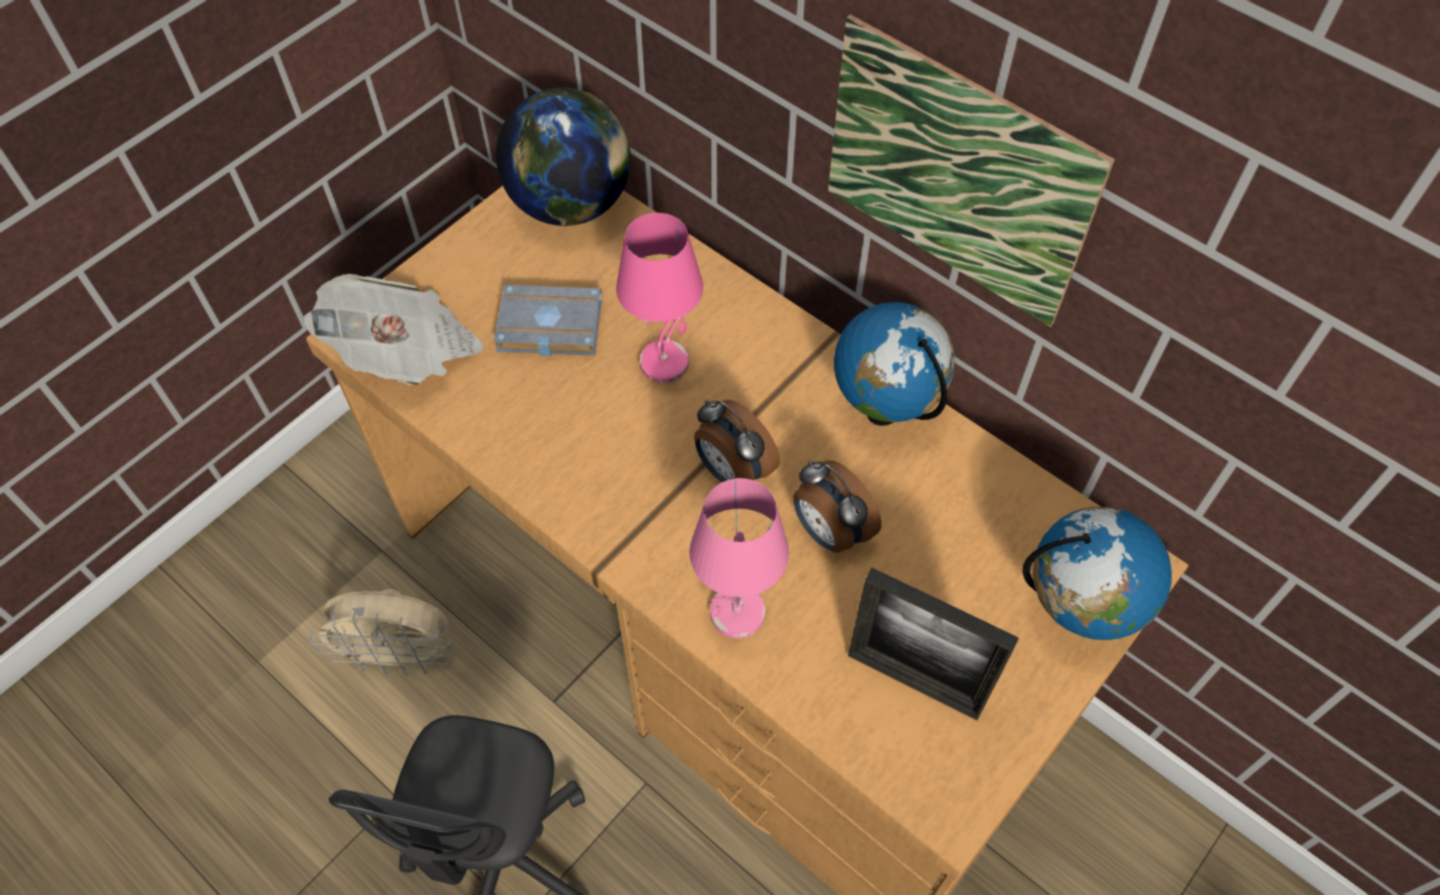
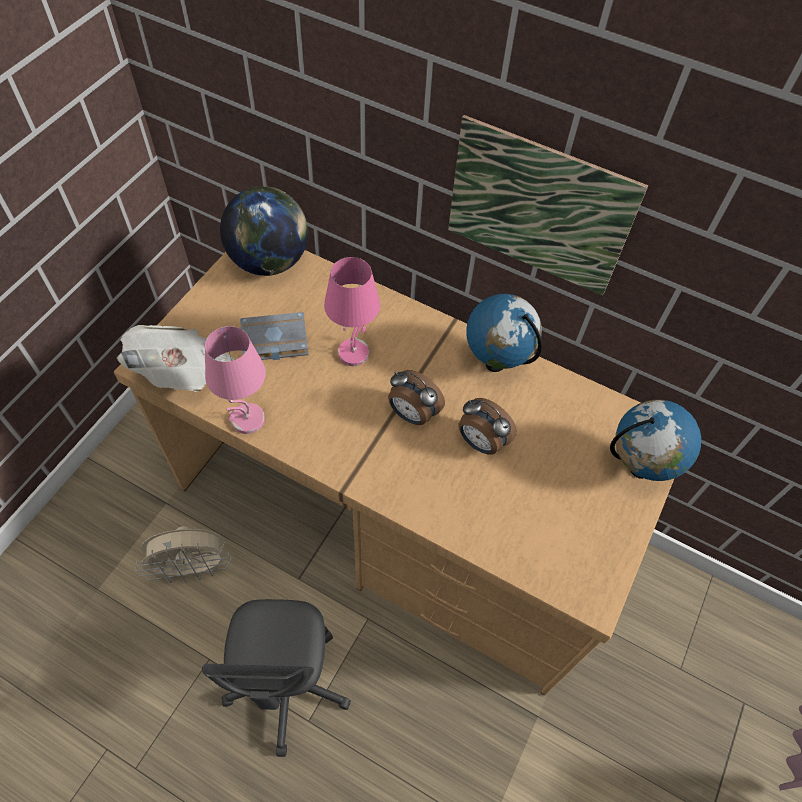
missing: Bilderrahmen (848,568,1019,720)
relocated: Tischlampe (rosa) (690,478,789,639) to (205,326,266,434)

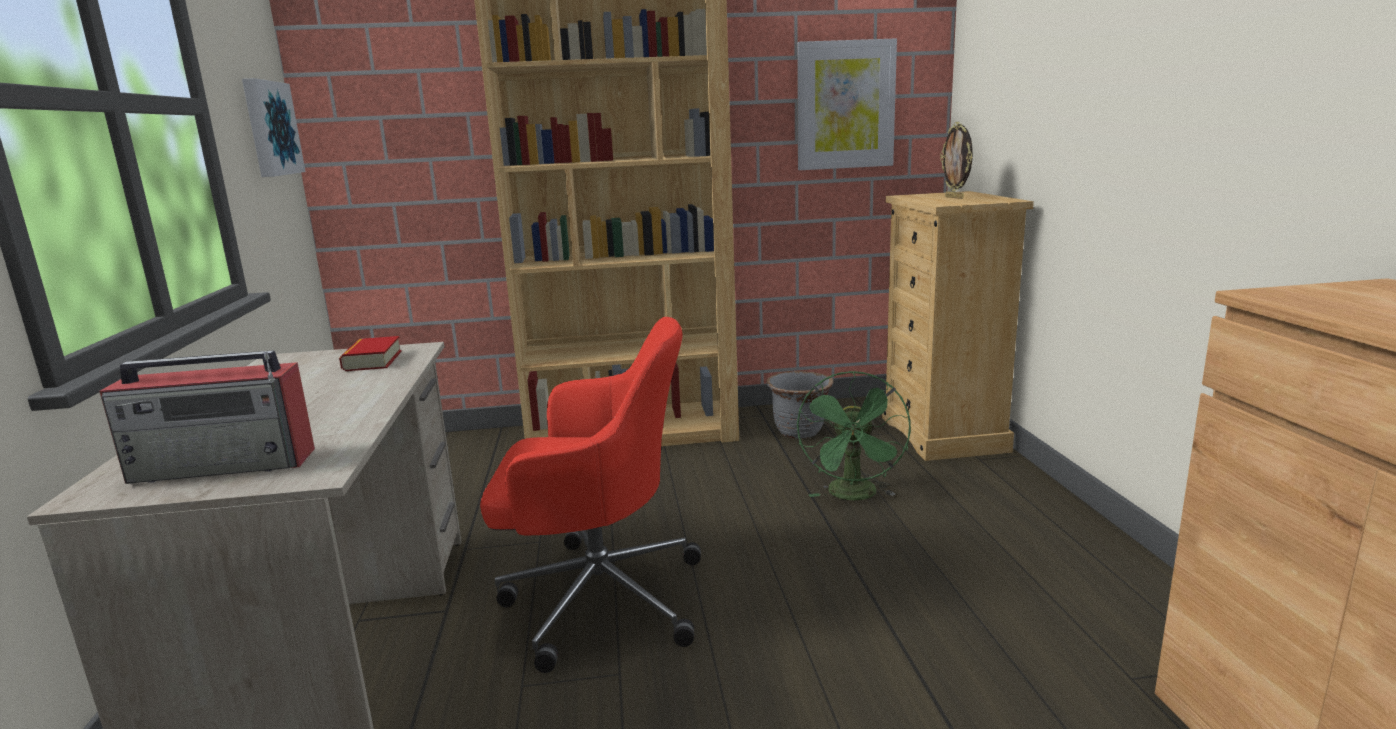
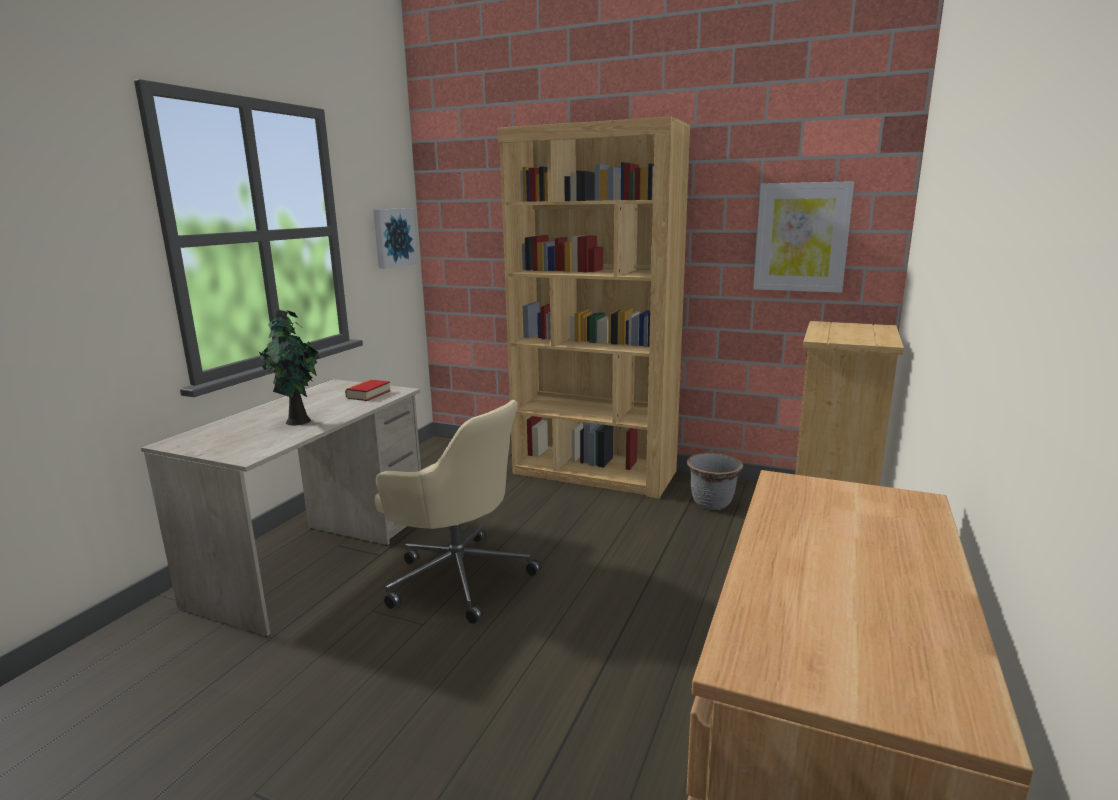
missing: Radio (99,350,315,484); Ventilator (grün) (797,371,911,500); Bilderrahmen (940,122,973,199)
appeared: Topfpflanze (258,309,320,425)
colour: Bürostuhl (rot) (480,317,701,673) to Bürostuhl (beige) (375,400,541,624)

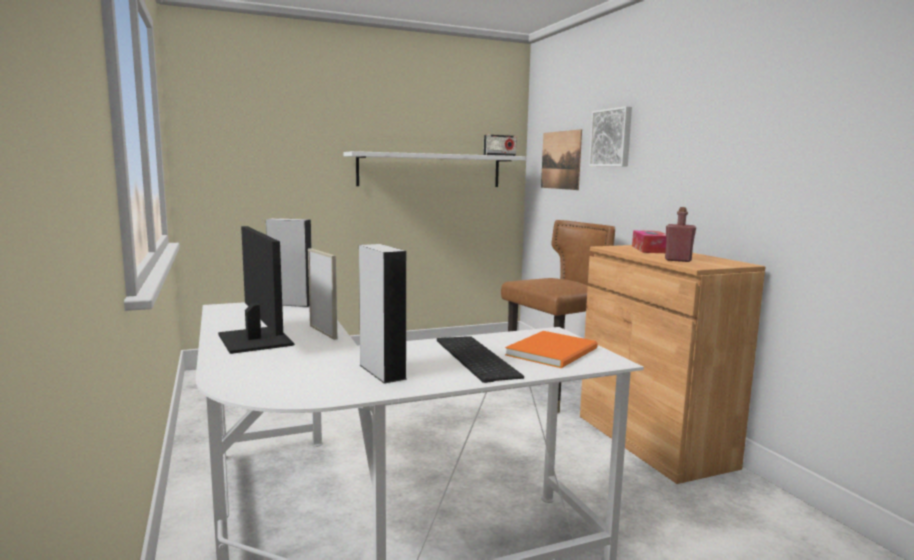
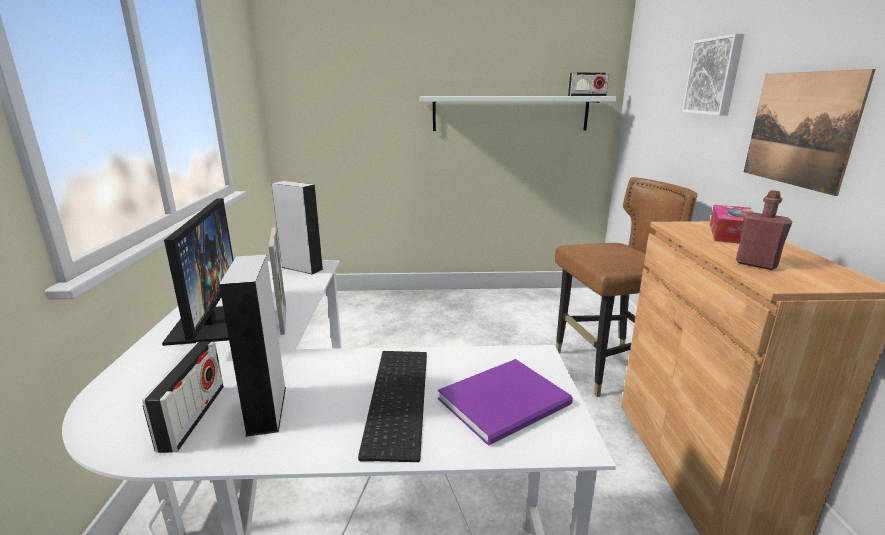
appeared: Radio (142,342,224,453)
relocated: Bild (541,129,582,190) to (744,69,876,196)
colour: Buch (orange) (505,331,598,368) to Buch (lila) (438,359,573,446)

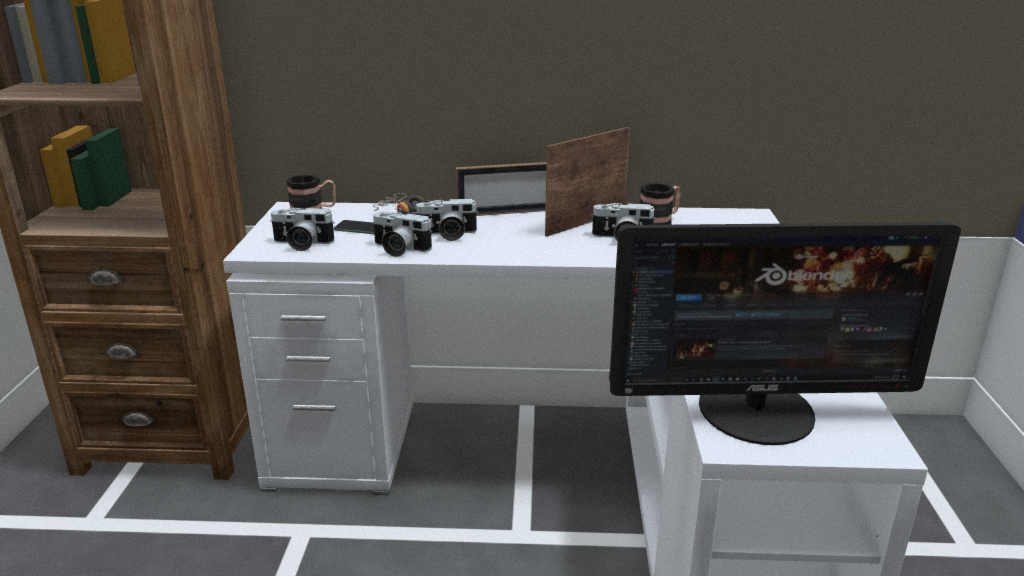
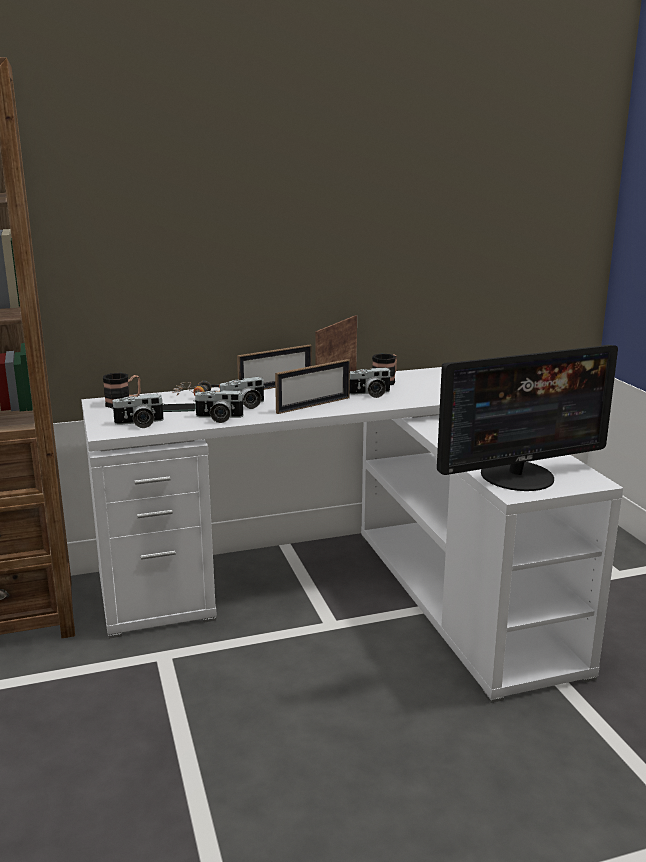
appeared: Bilderrahmen (275,359,350,414)

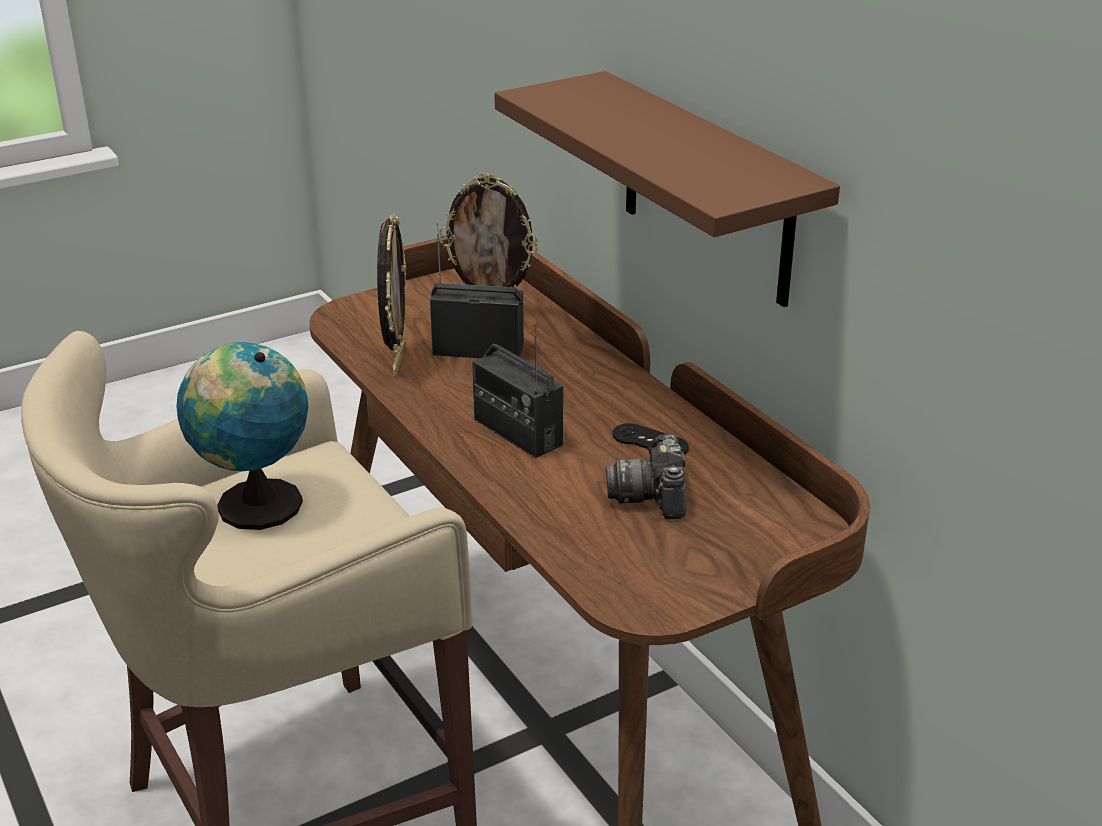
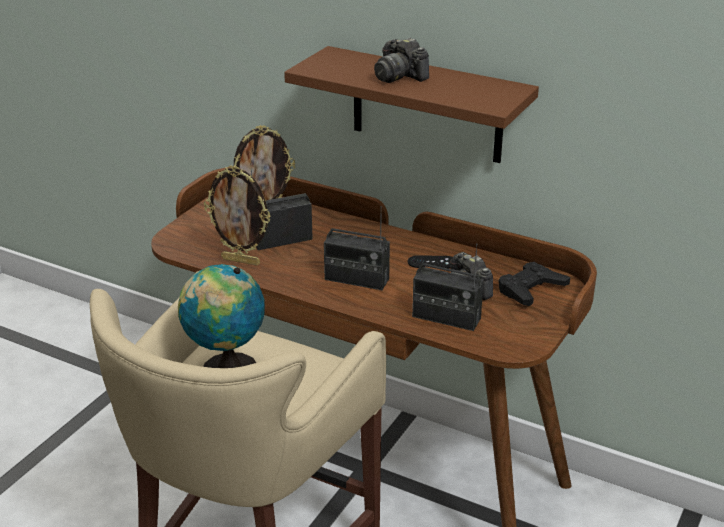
appeared: Kamera (374,37,429,83); Radio (412,243,484,331); Gamepad (schwarz) (498,262,570,306)
spun: Bilderrahmen (377,213,406,377) = (204,165,271,266) 135 degrees clockwise

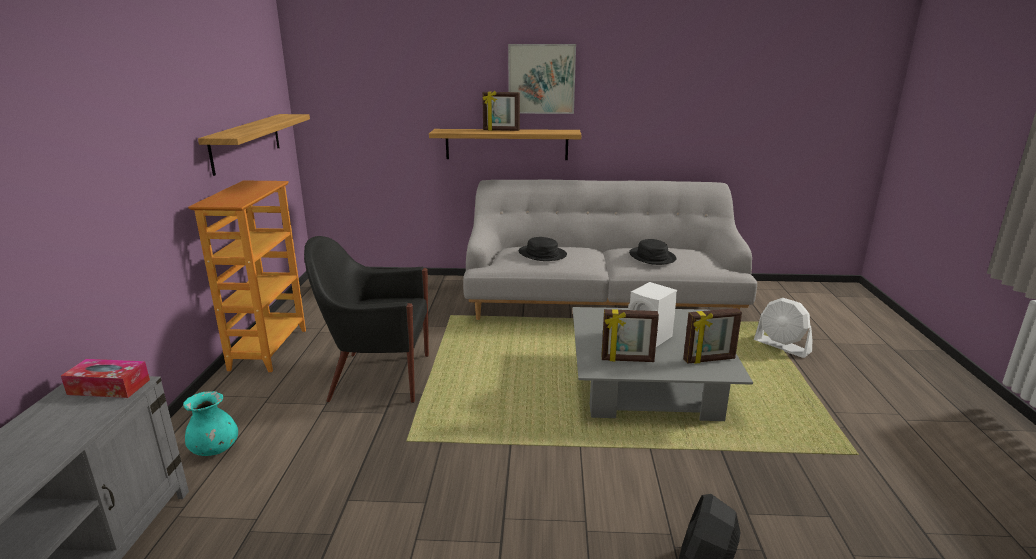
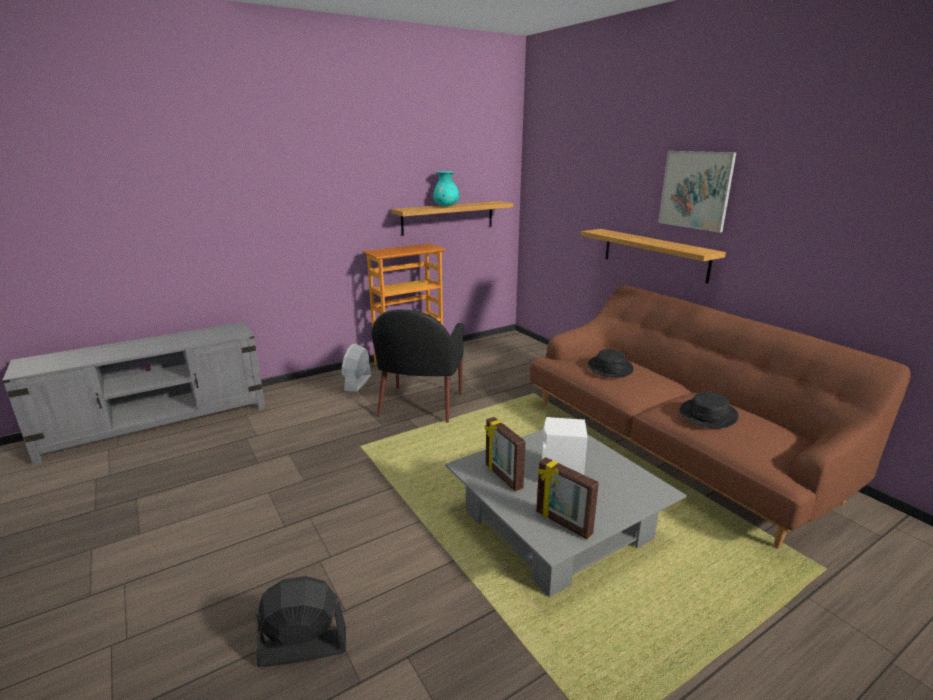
missing: Taschentuchbox (61,359,150,398); Bilderrahmen (482,91,520,131)
relocated: Vase (türkis) (183,391,238,456) to (433,171,459,206); Ventilator (weiß) (754,298,812,358) to (342,343,371,392)
colour: Sofa (grau) (463,180,757,320) to Sofa (braun) (530,285,910,549)
spun: Sessel (schwarz) (304,236,429,403) = (371,309,464,423) 135 degrees counterclockwise

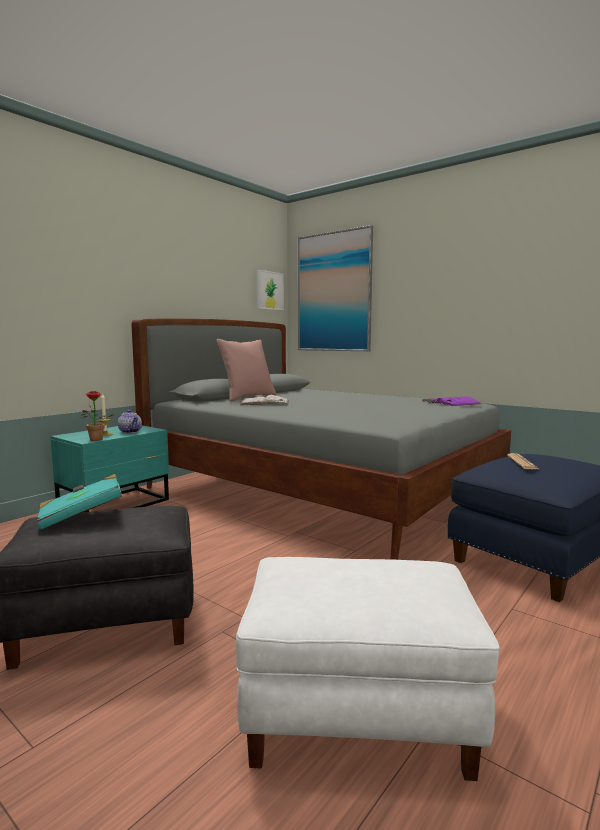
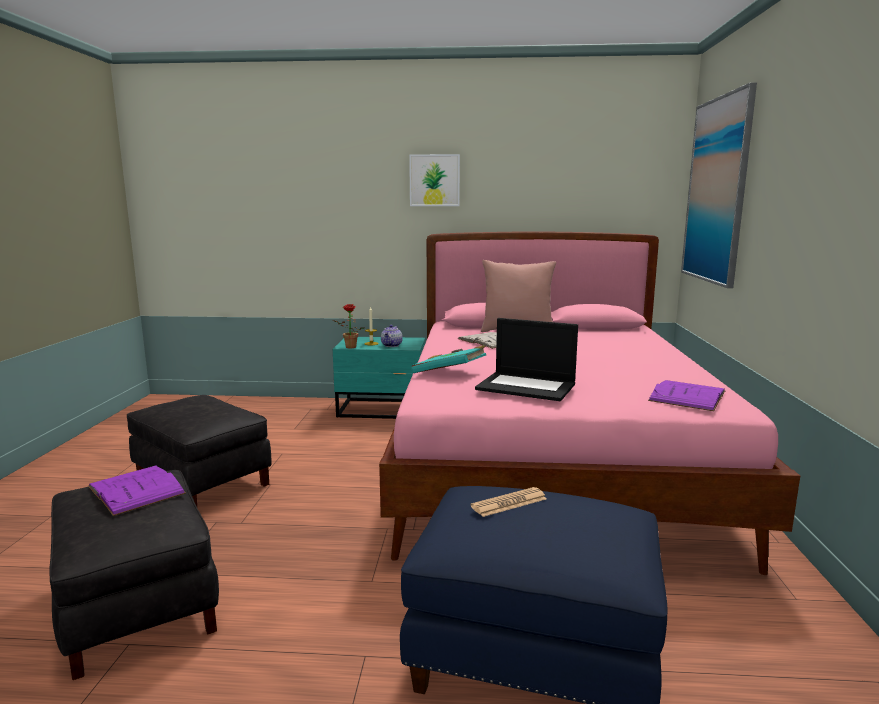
appeared: Buch (lila) (88,465,186,516); Laptop (475,318,578,401)
relocated: Buch (türkis) (37,474,122,530) to (412,345,486,373); Bild (256,270,284,310) to (409,154,460,206)
colour: Bett (grau) (131,318,511,560) to Bett (rosa) (379,231,800,575); Polsterhocker (weiß) (236,557,500,781) to Polsterhocker (schwarz) (49,470,219,680)

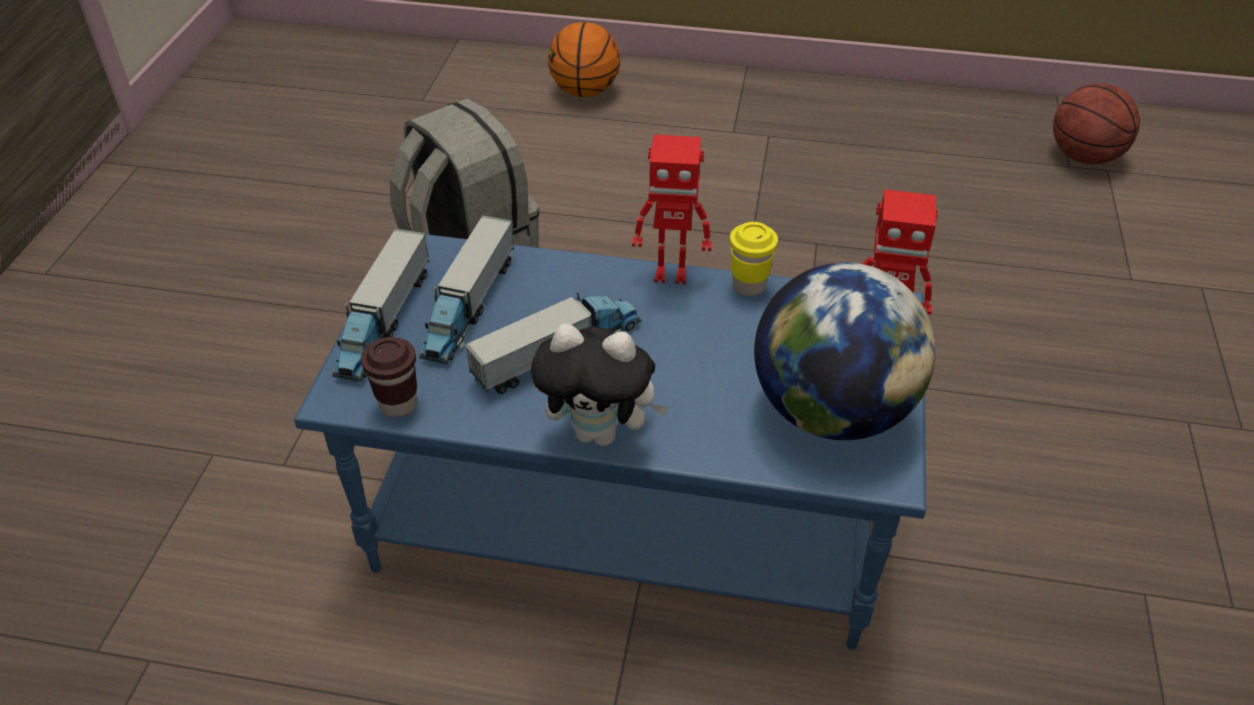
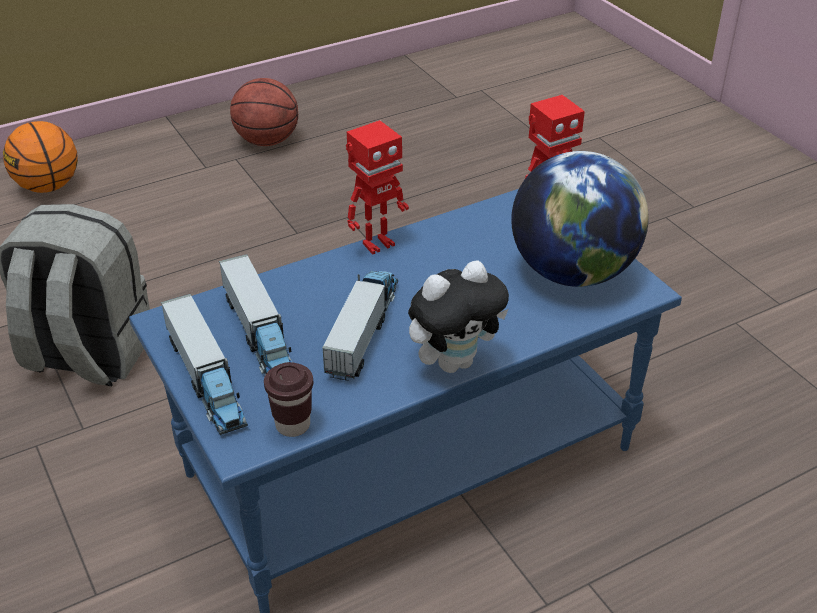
missing: Tasse (gelb) (730,222,778,296)
relocated: Basketball (1053,83,1140,165) to (230,78,298,146)

